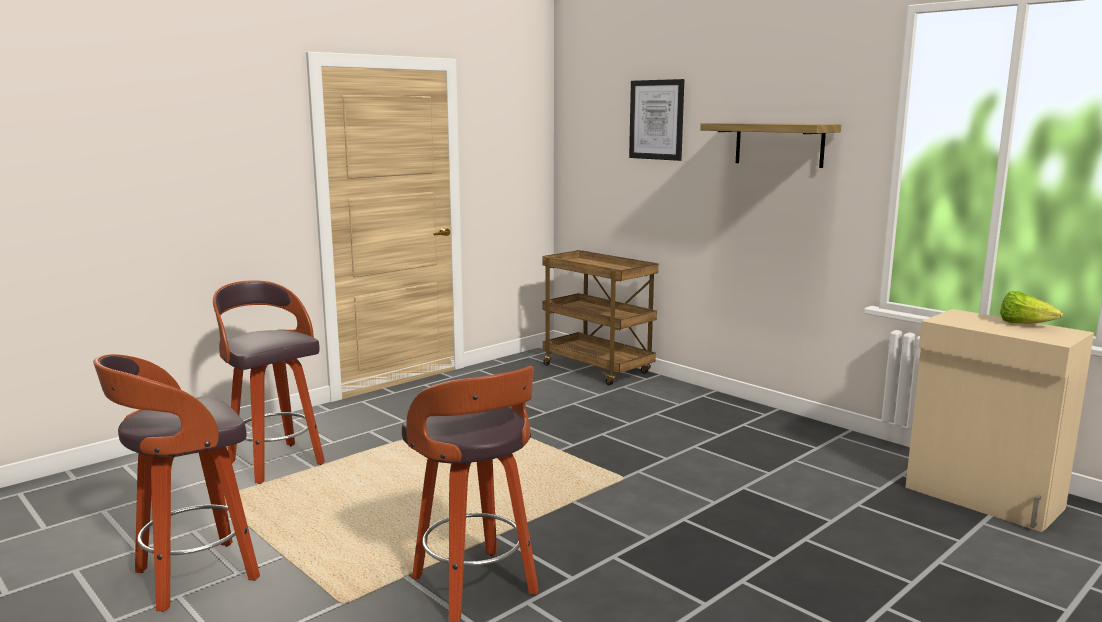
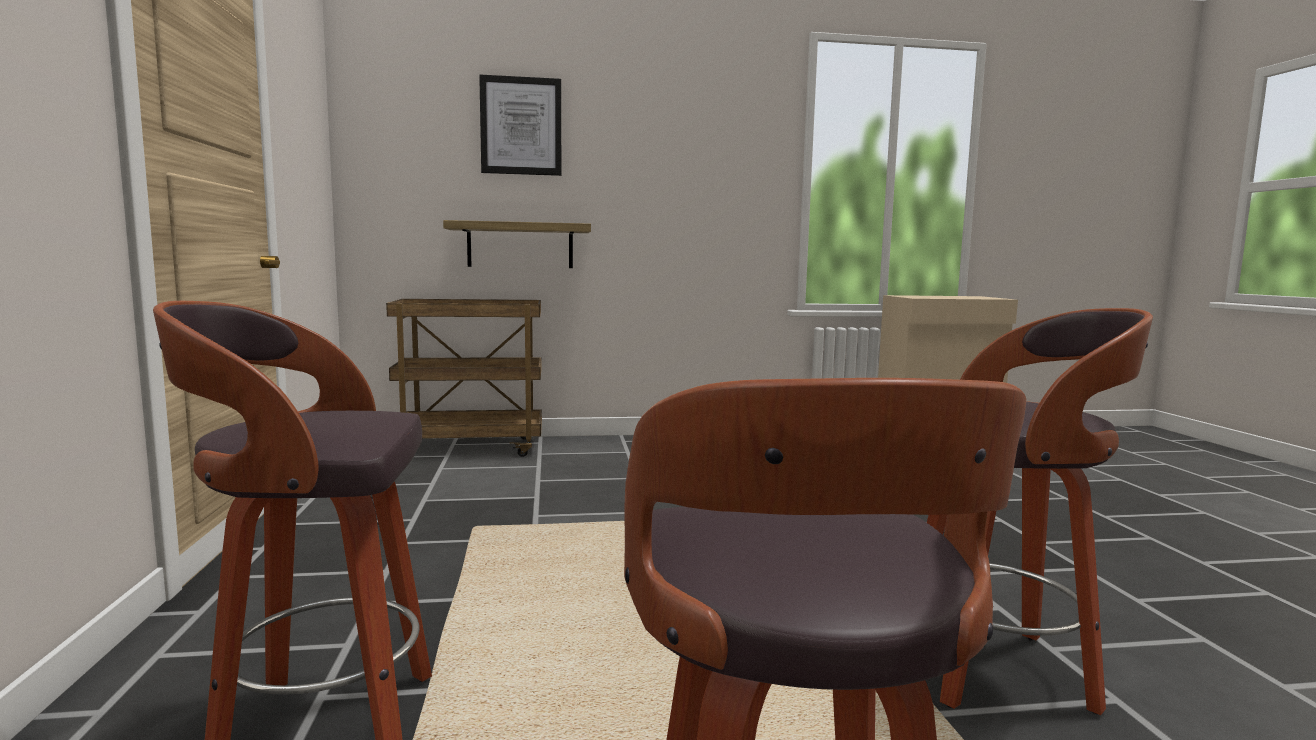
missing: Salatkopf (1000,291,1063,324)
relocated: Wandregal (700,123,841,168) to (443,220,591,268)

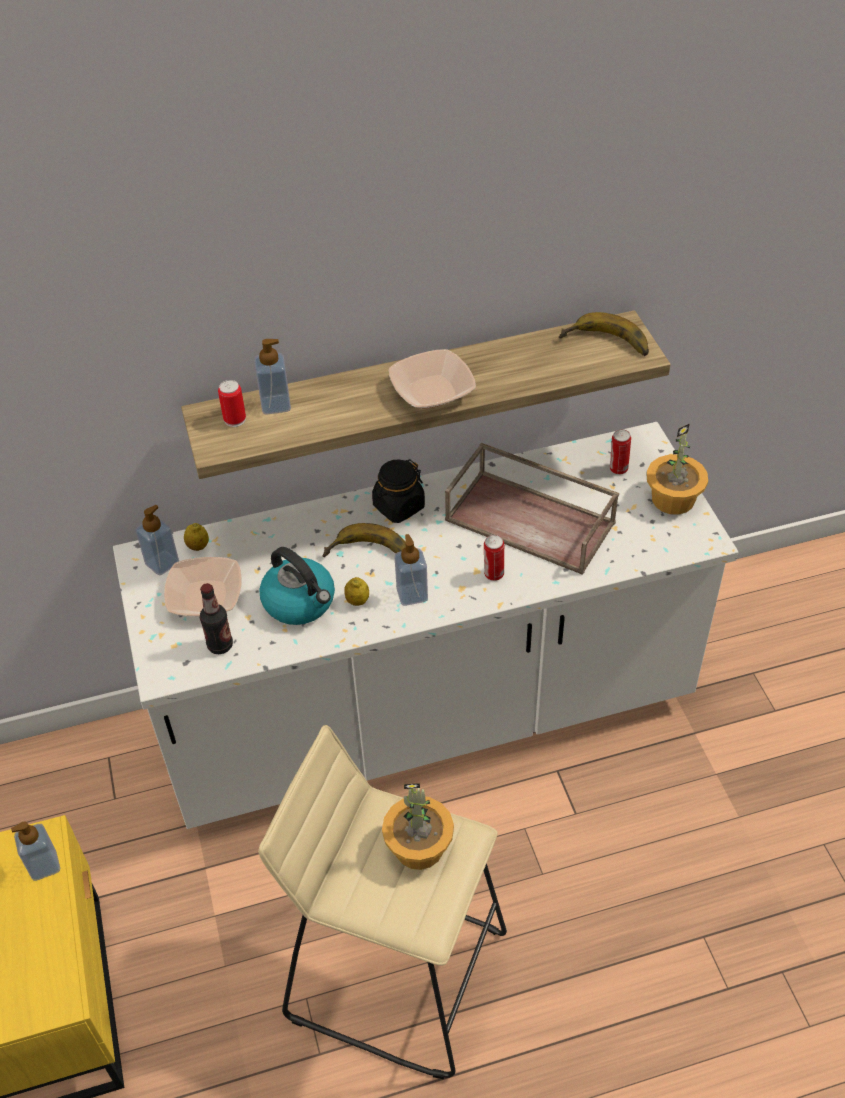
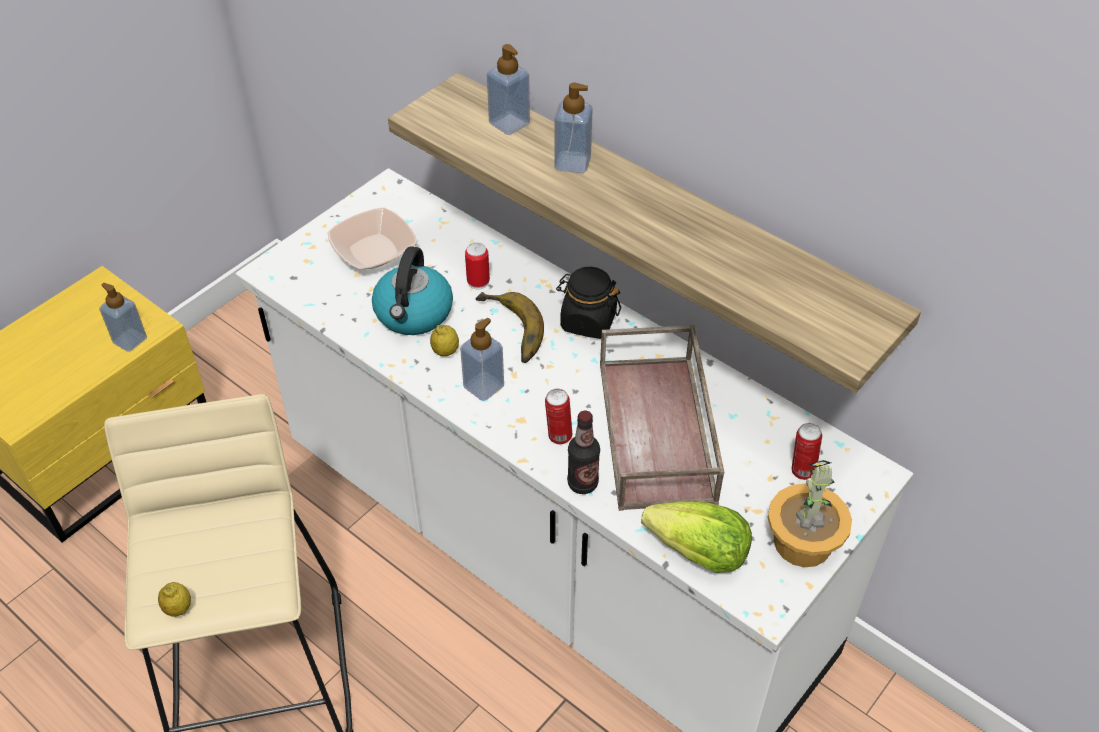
missing: Topfpflanze (382,783,454,870); Schüssel (389,349,476,409); Banane (559,312,649,356)
appeared: Salatkopf (641,501,752,573)
relocated: Seifenspender (135,505,179,575) to (554,83,593,173); Zitrone (184,523,209,551) to (158,582,191,617); Flasche (200,583,233,654) to (567,411,600,494); Dose (218,380,246,427) to (465,242,490,289)

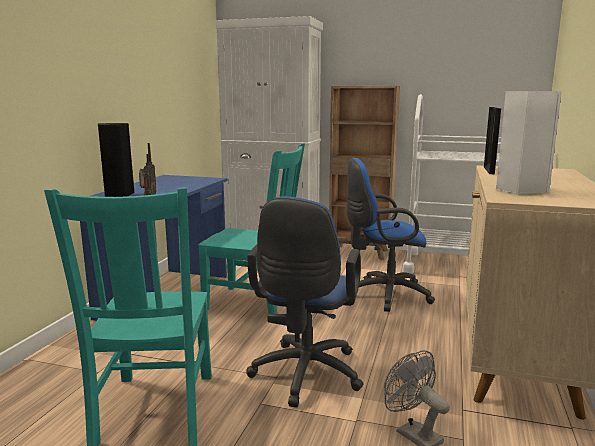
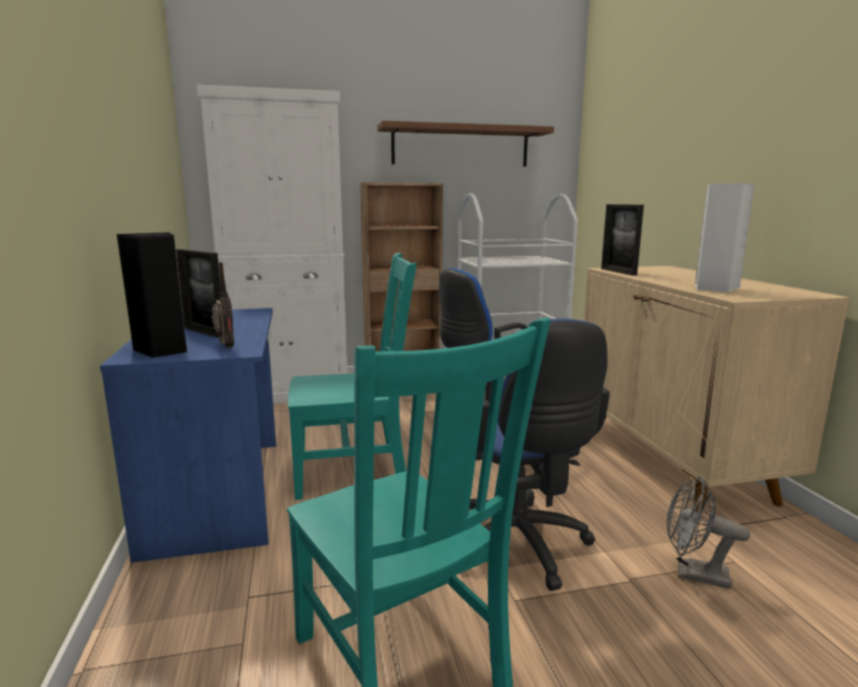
appeared: Bilderrahmen (176,249,221,338); Wandregal (377,121,554,167)

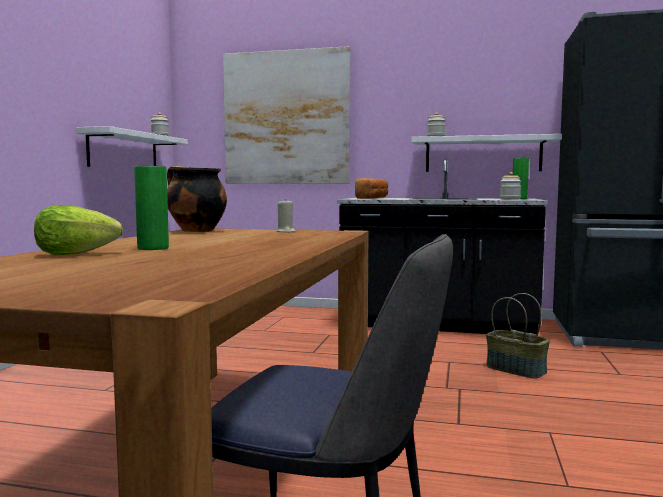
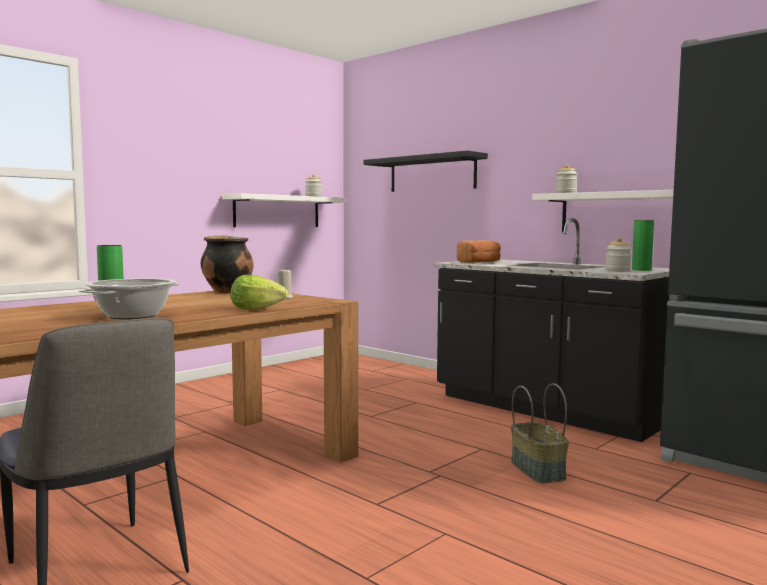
appeared: Kochtopf (79,278,179,319)
relocated: Salatkopf (34,205,123,255) to (231,275,288,310)
exchanged: Bild (223,46,350,184) to Wandregal (schwarz) (363,151,488,192)

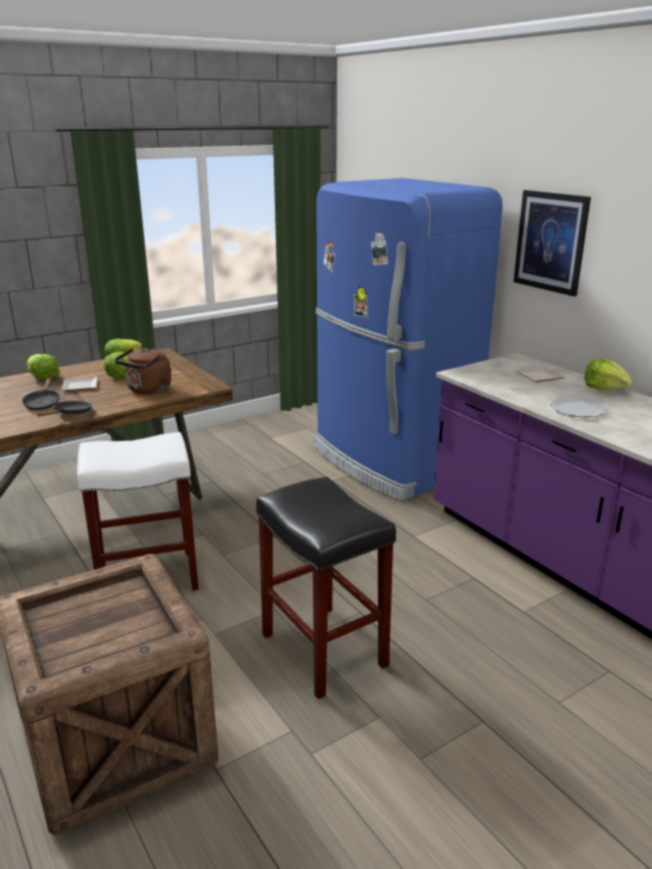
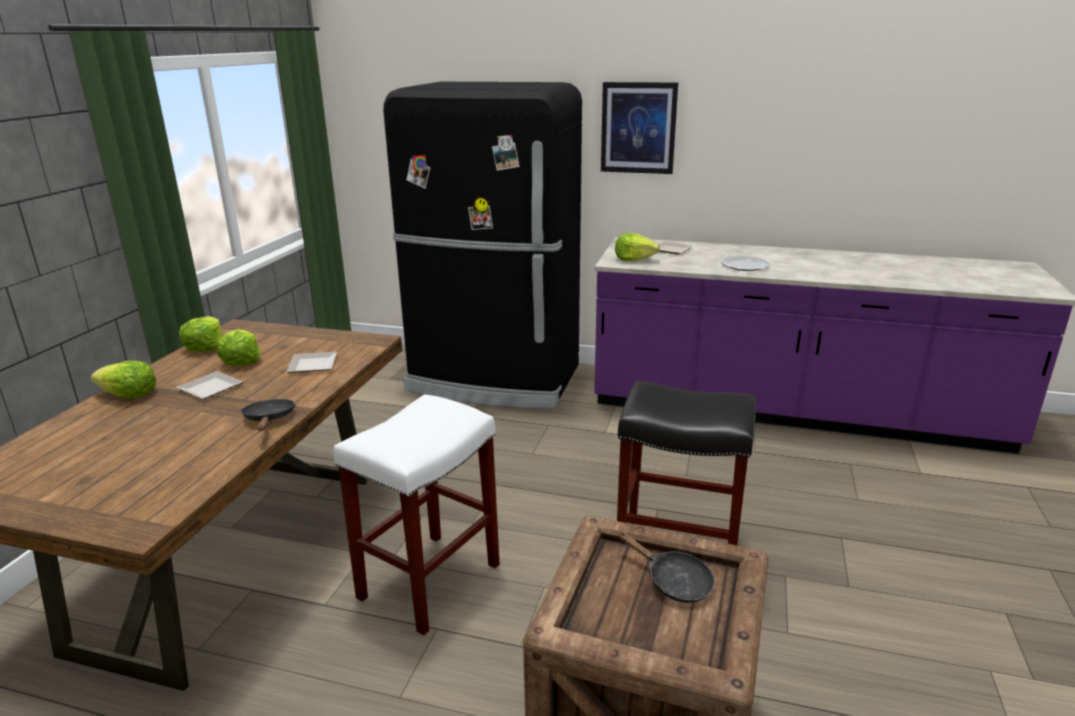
relocated: Pfanne (schwarz) (22,378,60,410) to (618,532,714,603); Salatkopf (584,358,632,390) to (615,233,660,261)
exchanged: Wasserkessel (braun) (115,348,172,394) to Teller (287,352,337,373)
colour: Kühlschrank (blau) (313,178,503,501) to Kühlschrank (schwarz) (383,82,582,408)

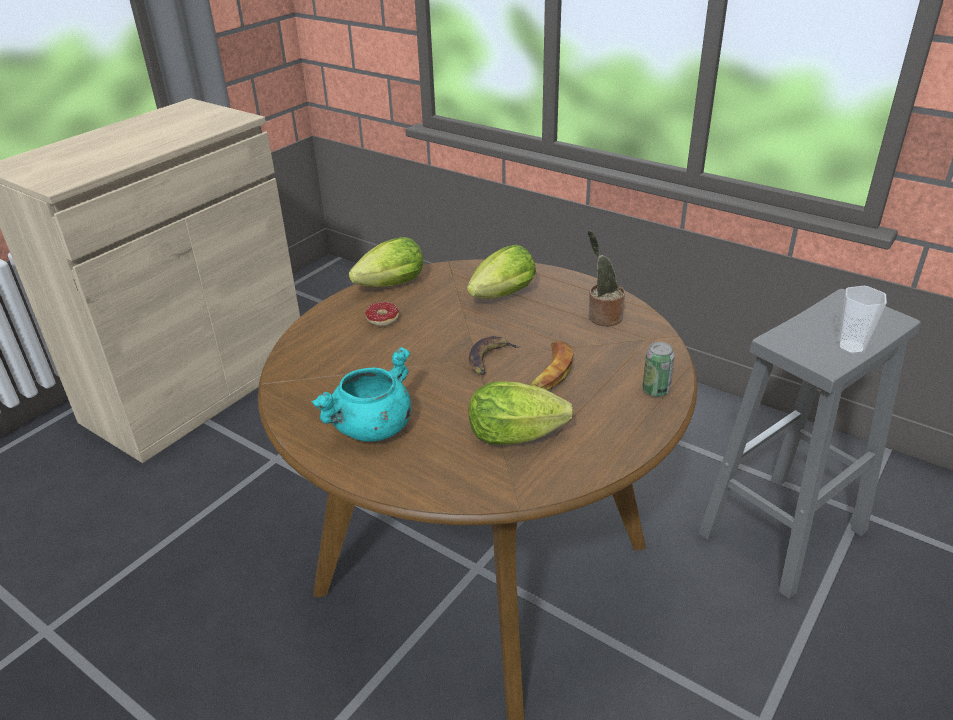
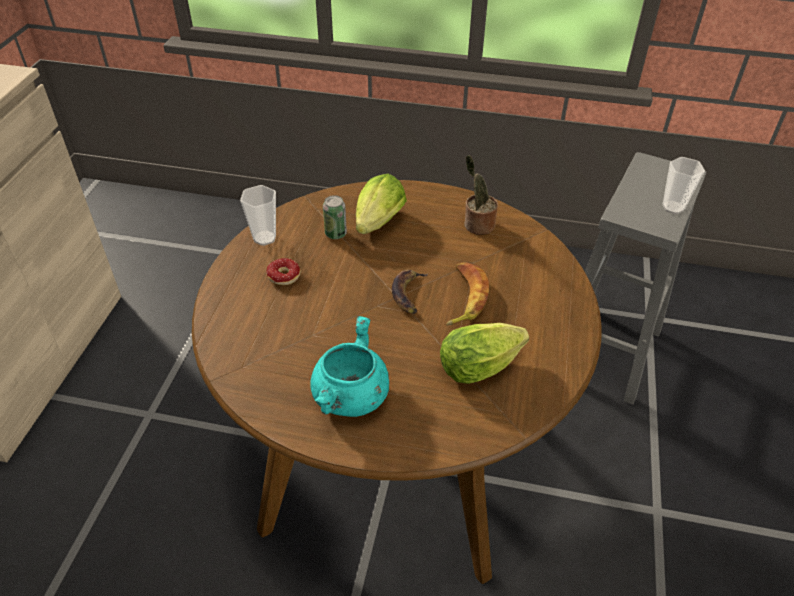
relocated: Dose (642,342,675,397) to (323,195,347,239)
exchanged: Salatkopf (349,237,423,287) to Tasse (240,185,276,246)

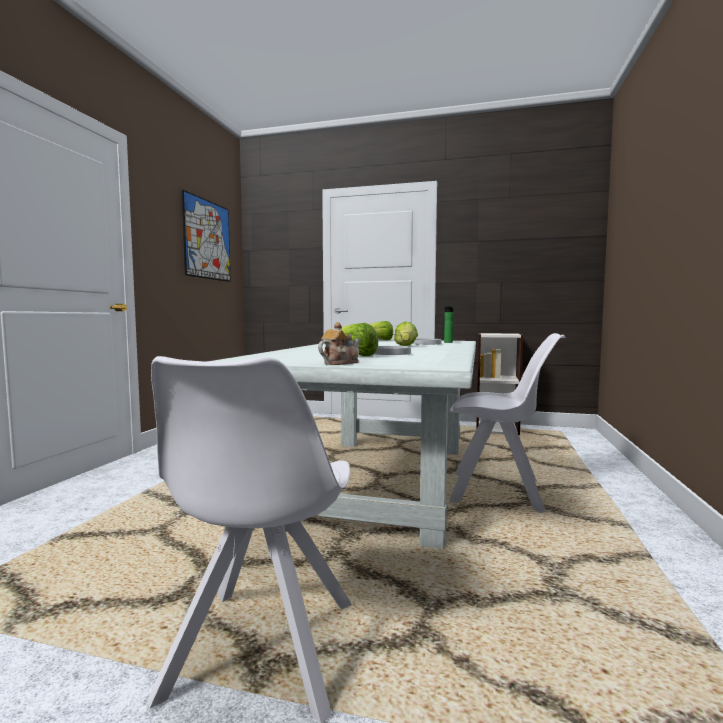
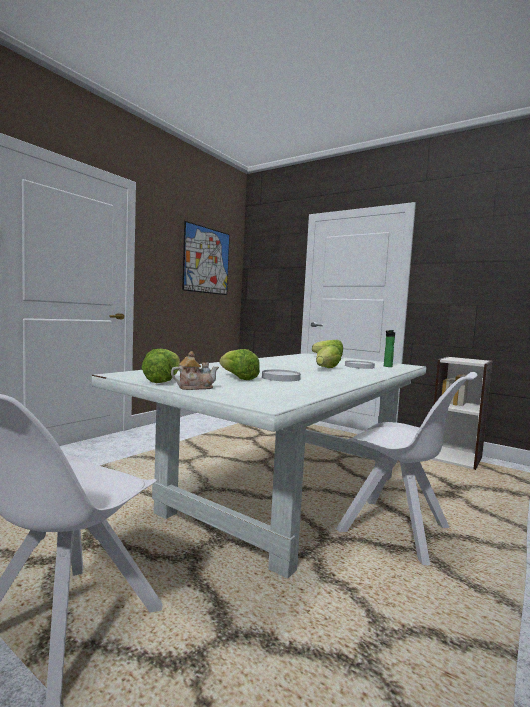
appeared: Salatkopf (142,349,180,383)

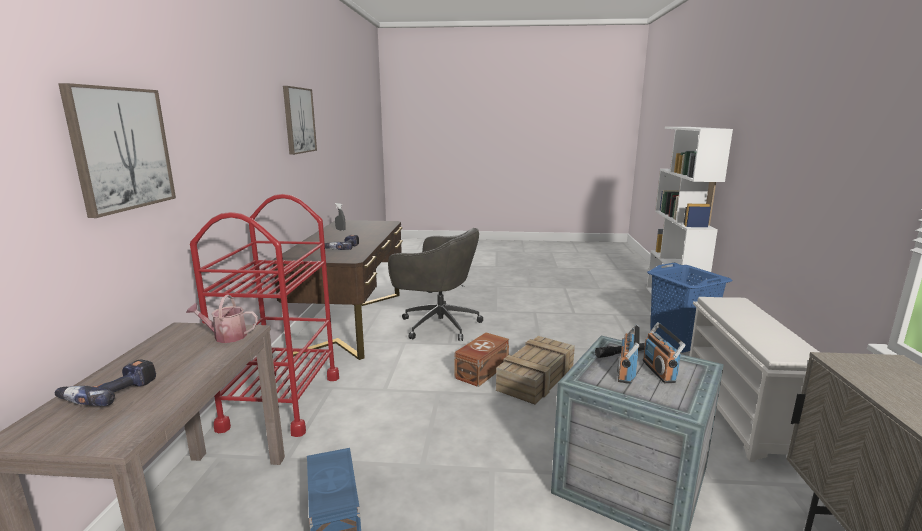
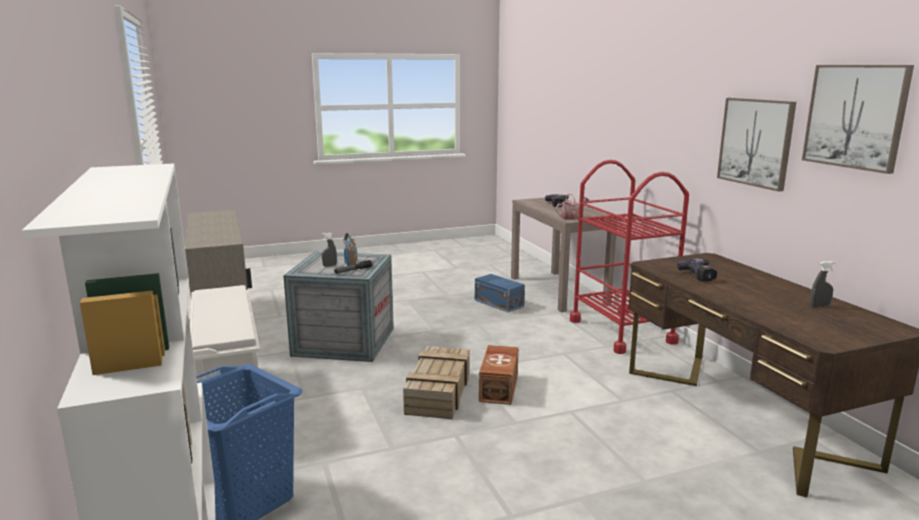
missing: Bürostuhl (grau) (388,228,483,341)
relocated: Bild (58,83,176,218) to (717,98,796,191)
exchanged: Radio (643,322,686,383) to Sprühflasche (grau) (322,232,337,267)

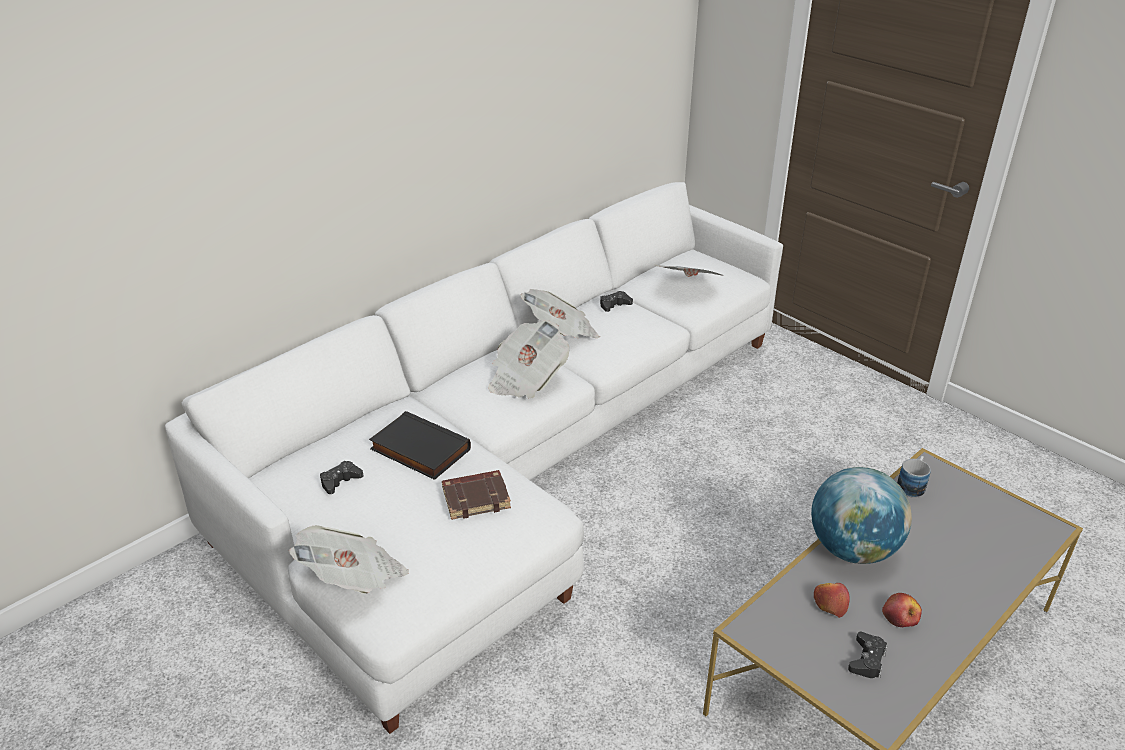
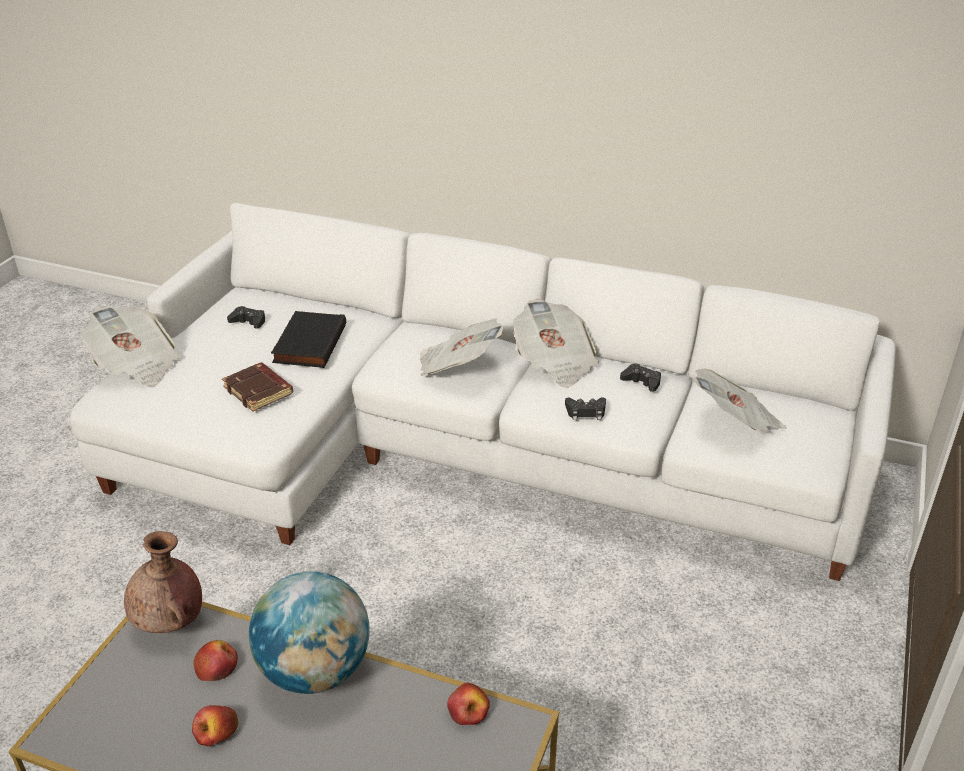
appeared: Vase (braun) (124,531,202,633)
relocated: Gamepad (schwarz) (848,632,887,678) to (565,398,606,420)
exchanged: Henkelbecher (897,456,931,498) to Apfel (447,683,490,725)

